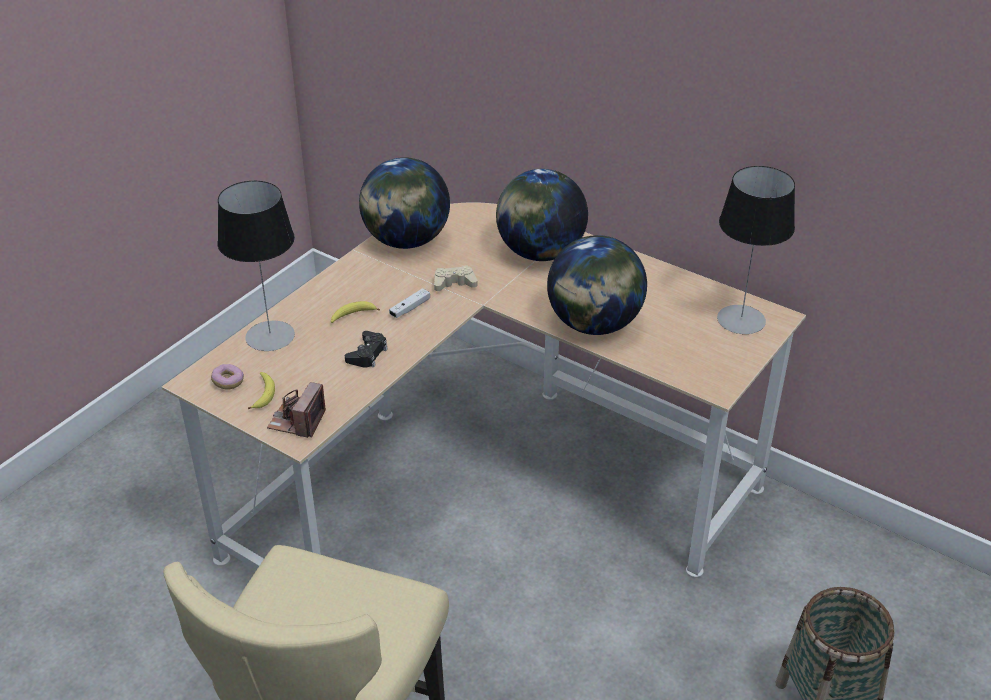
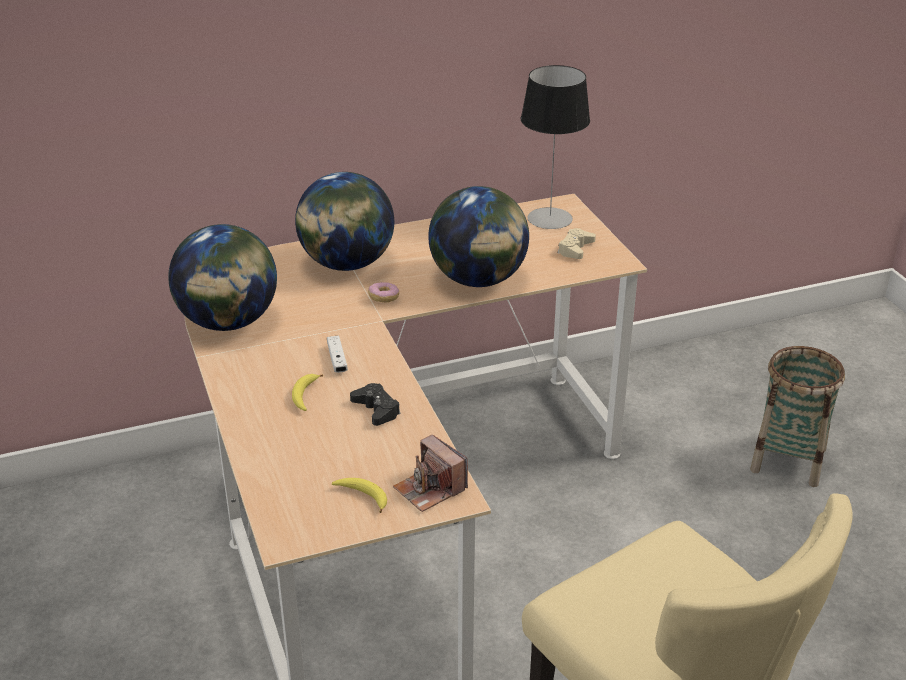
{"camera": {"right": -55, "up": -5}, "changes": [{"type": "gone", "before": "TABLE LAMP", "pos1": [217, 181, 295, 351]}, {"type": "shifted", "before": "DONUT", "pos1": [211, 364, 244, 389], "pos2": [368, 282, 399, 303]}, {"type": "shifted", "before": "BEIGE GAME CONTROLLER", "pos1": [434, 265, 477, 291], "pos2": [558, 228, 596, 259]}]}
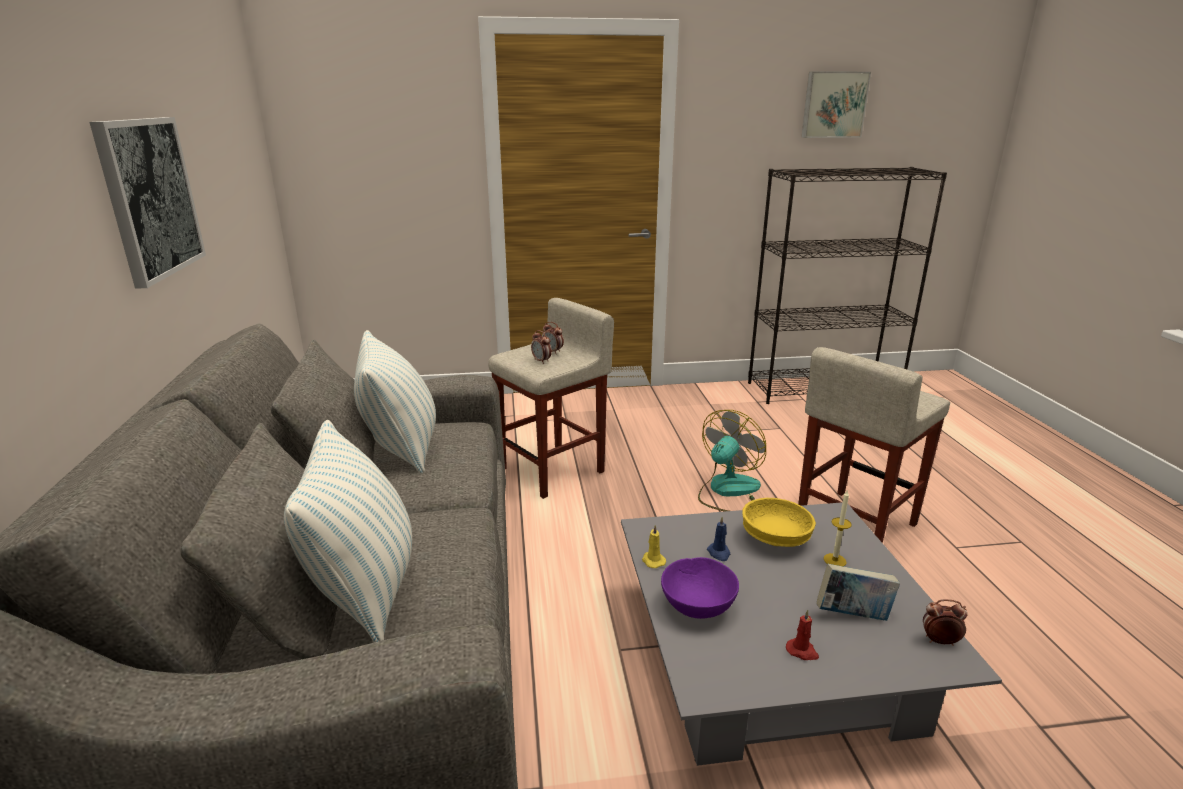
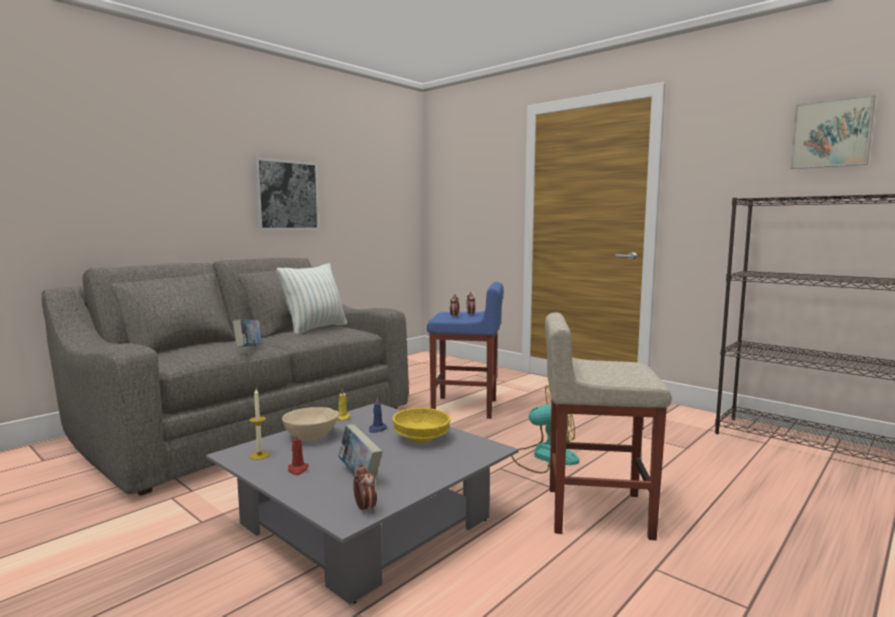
{"camera": {"right": 50, "up": -15}, "changes": [{"type": "gone", "before": "PILLOW", "pos1": [284, 420, 412, 642]}, {"type": "new", "after": "BOOK", "pos2": [233, 319, 262, 347]}, {"type": "shifted", "before": "CANDLE", "pos1": [824, 491, 852, 567], "pos2": [249, 389, 269, 460]}, {"type": "repainted", "before": "BEIGE STOOL", "after": "BLUE STOOL", "pos1": [488, 298, 614, 499], "pos2": [427, 282, 504, 419]}, {"type": "repainted", "before": "PURPLE BOWL", "after": "BEIGE BOWL", "pos1": [661, 557, 739, 619], "pos2": [282, 407, 339, 441]}]}
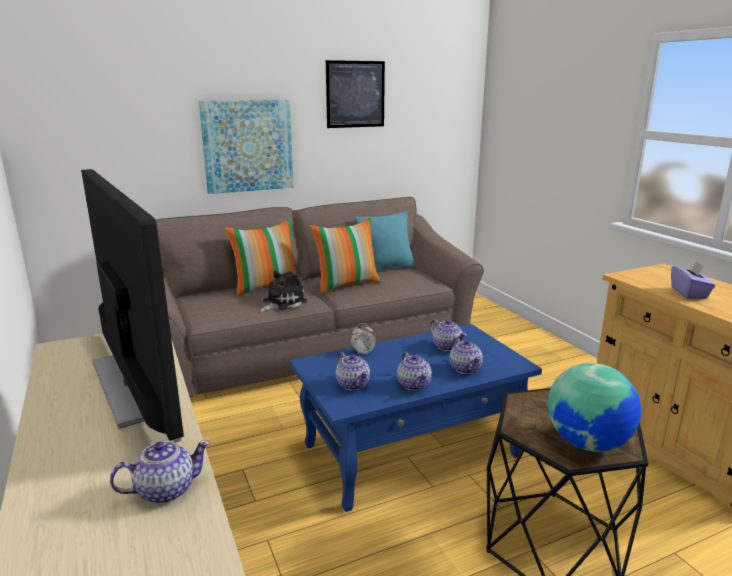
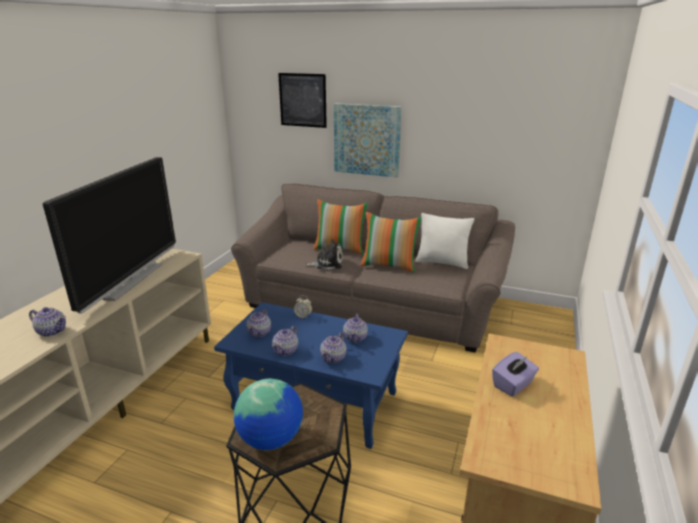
{"camera": {"right": 45, "up": 5}, "changes": [{"type": "shifted", "before": "PICTURE", "pos1": [326, 60, 385, 128], "pos2": [278, 73, 327, 128]}, {"type": "repainted", "before": "TURQUOISE PILLOW", "after": "WHITE PILLOW", "pos1": [355, 211, 416, 271], "pos2": [415, 213, 474, 269]}]}
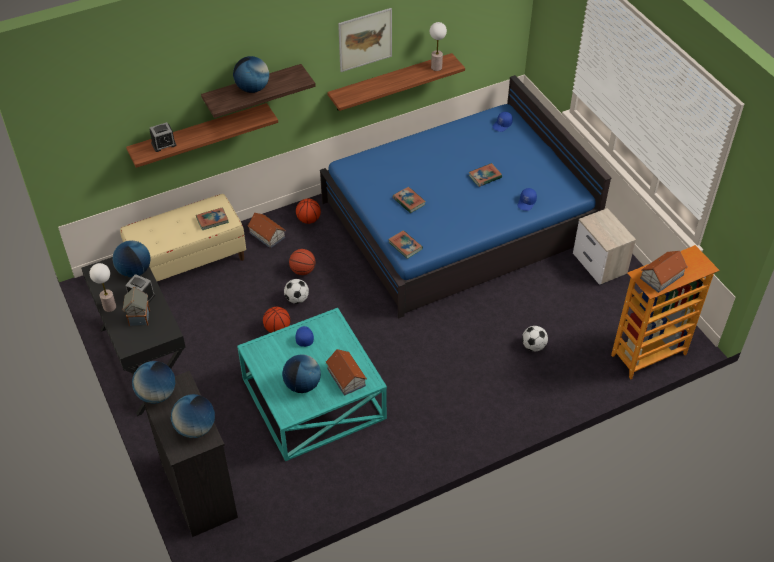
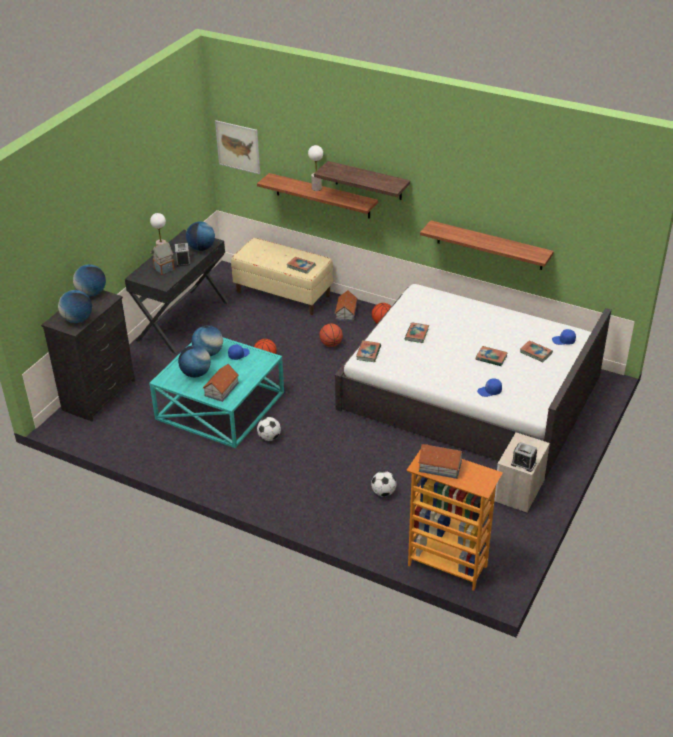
{"camera": {"right": 55, "up": -10}, "changes": [{"type": "new", "after": "BOOK", "pos2": [520, 340, 553, 362]}, {"type": "shifted", "before": "ALARM CLOCK", "pos1": [149, 122, 176, 152], "pos2": [511, 442, 537, 472]}, {"type": "shifted", "before": "GLOBE", "pos1": [233, 56, 269, 93], "pos2": [191, 325, 223, 356]}, {"type": "shifted", "before": "FOOTBALL", "pos1": [284, 279, 309, 304], "pos2": [257, 417, 281, 441]}, {"type": "shifted", "before": "PICTURE", "pos1": [338, 8, 392, 72], "pos2": [215, 120, 260, 175]}, {"type": "shifted", "before": "TABLE LAMP", "pos1": [430, 22, 447, 71], "pos2": [308, 145, 323, 191]}, {"type": "repainted", "before": "BLUE BED", "after": "WHITE BED", "pos1": [320, 75, 611, 319], "pos2": [335, 284, 612, 479]}]}
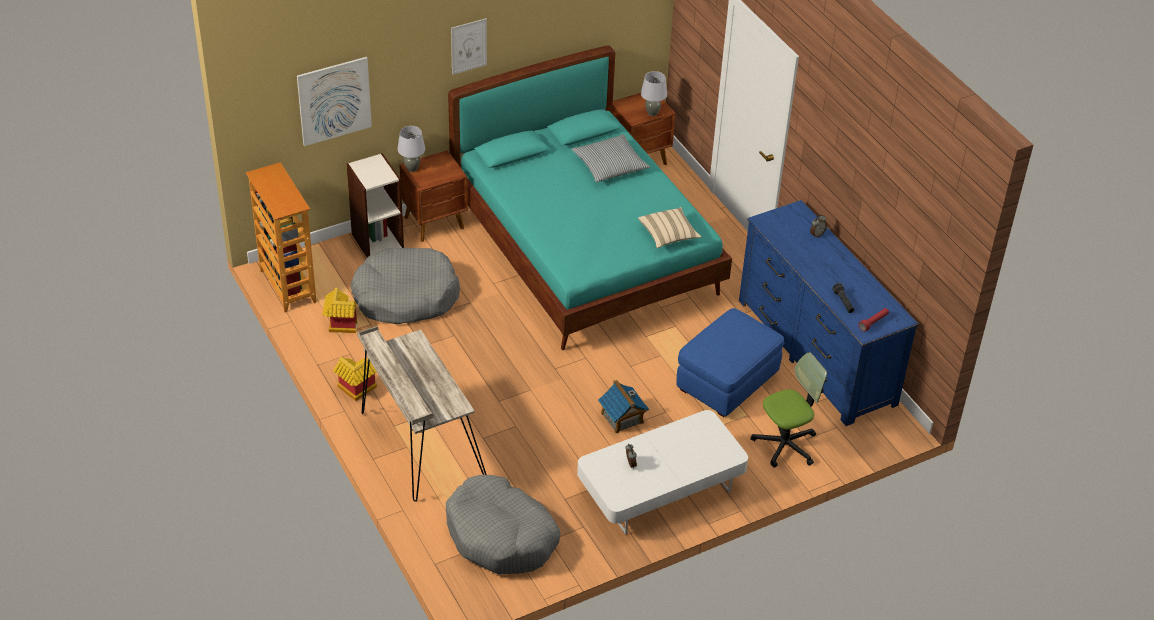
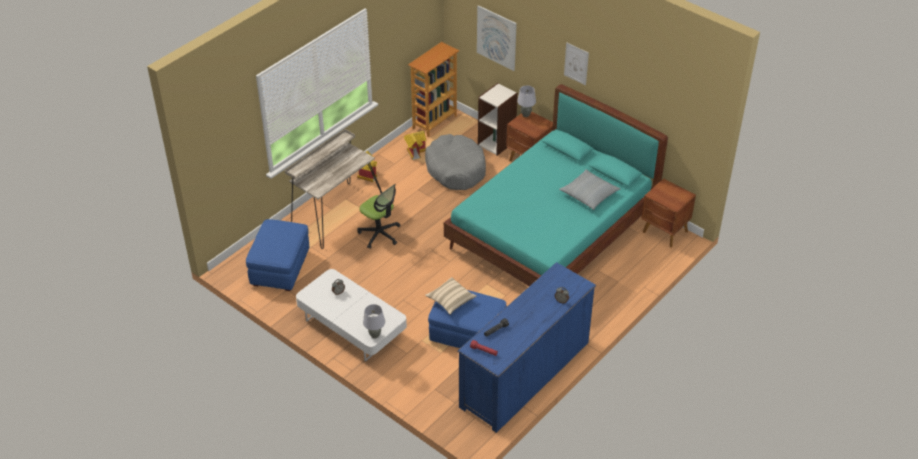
{"camera": {"right": 70, "up": 0}, "changes": [{"type": "gone", "before": "TOY HOUSE", "pos1": [598, 380, 649, 433]}, {"type": "shifted", "before": "BEIGE PILLOW", "pos1": [638, 207, 702, 248], "pos2": [425, 277, 476, 315]}, {"type": "shifted", "before": "GREY TABLE LAMP", "pos1": [641, 71, 667, 116], "pos2": [363, 304, 385, 339]}, {"type": "shifted", "before": "OFFICE CHAIR", "pos1": [751, 352, 827, 468], "pos2": [358, 184, 400, 249]}, {"type": "swapped", "before": "GREY DOG BED", "after": "BLUE OTTOMAN", "pos1": [446, 475, 560, 574], "pos2": [246, 219, 309, 291]}]}
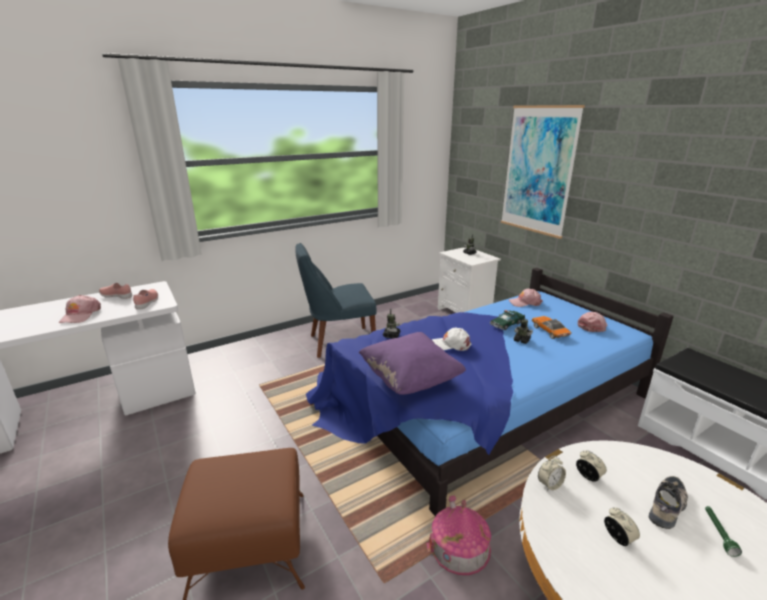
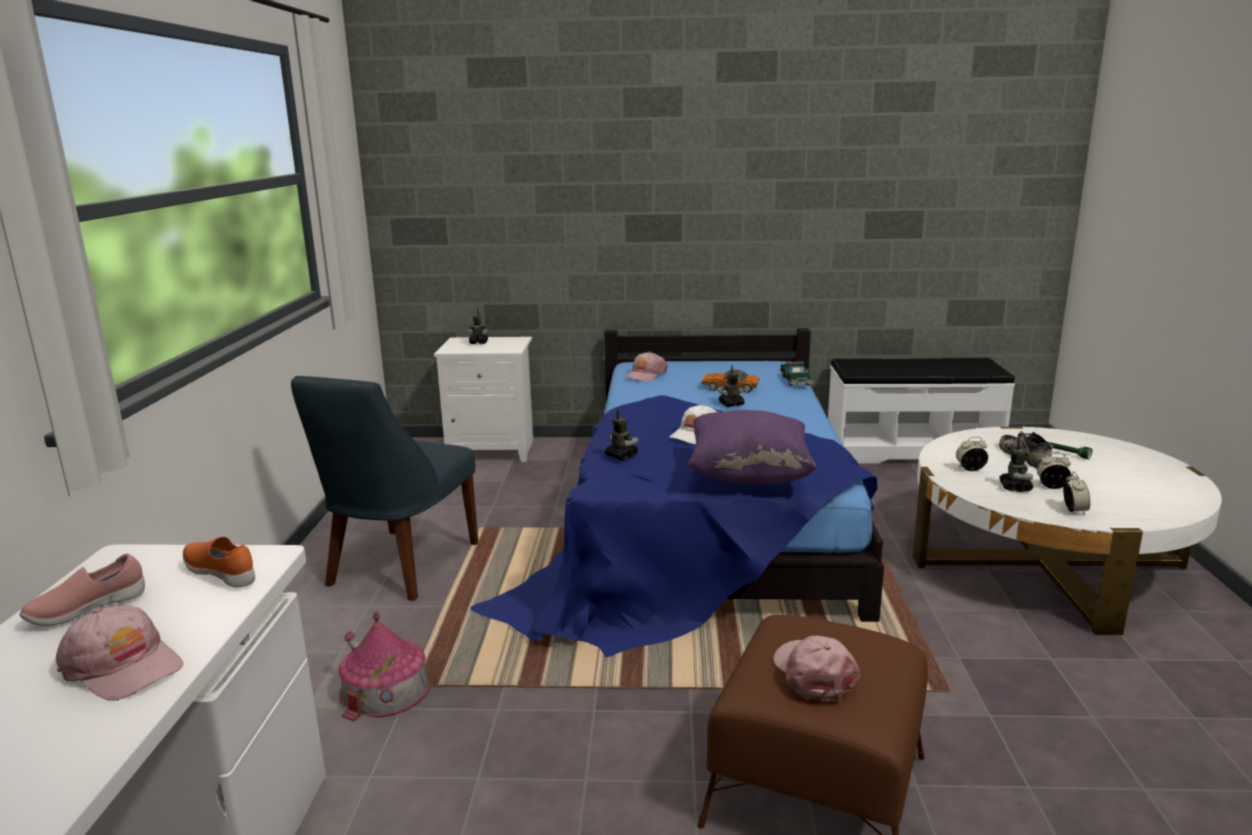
{"camera": {"right": -55, "up": -5}, "changes": [{"type": "gone", "before": "PICTURE", "pos1": [501, 105, 585, 239]}, {"type": "new", "after": "TOY ROBOT", "pos2": [999, 439, 1033, 492]}, {"type": "shifted", "before": "TOY HOUSE", "pos1": [426, 495, 491, 575], "pos2": [338, 611, 430, 721]}, {"type": "shifted", "before": "TOY CAR", "pos1": [490, 310, 526, 330], "pos2": [779, 361, 813, 386]}, {"type": "shifted", "before": "ALARM CLOCK", "pos1": [538, 456, 566, 491], "pos2": [1063, 472, 1091, 515]}, {"type": "shifted", "before": "PINK CAP", "pos1": [578, 312, 607, 332], "pos2": [773, 635, 860, 701]}, {"type": "repainted", "before": "PINK SHOE", "after": "ORANGE SHOE", "pos1": [133, 289, 158, 310], "pos2": [183, 537, 255, 587]}]}
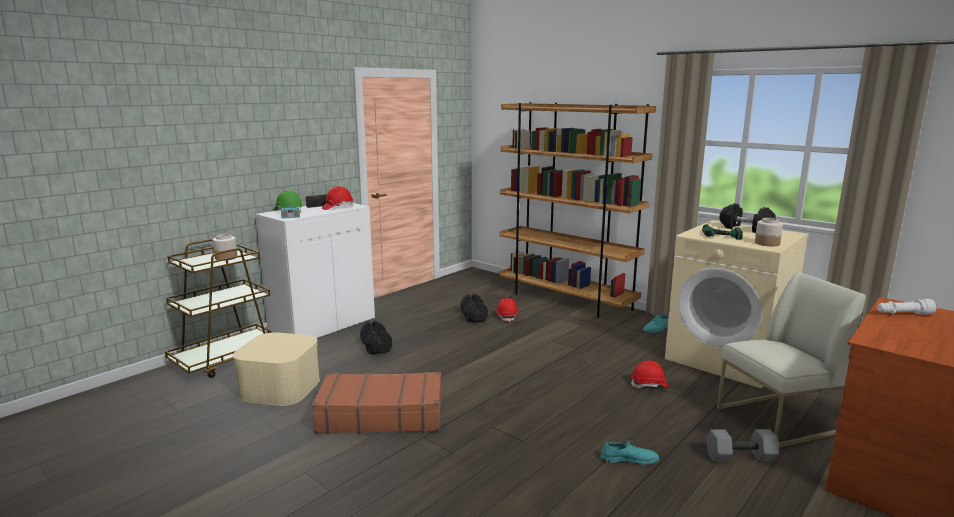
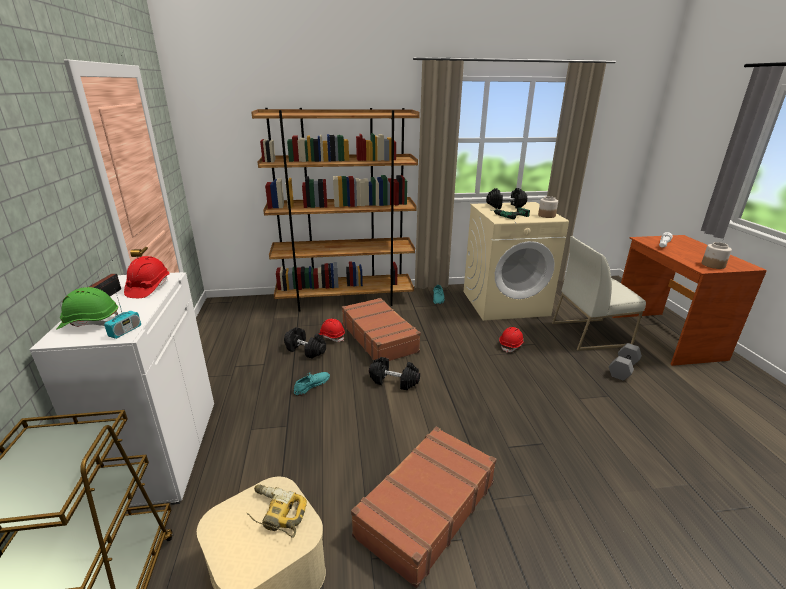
{"camera": {"right": -50, "up": 10}, "changes": [{"type": "new", "after": "POWER DRILL", "pos2": [246, 484, 307, 538]}, {"type": "new", "after": "BROWN SUITCASE", "pos2": [342, 298, 421, 361]}, {"type": "shifted", "before": "JAR", "pos1": [213, 234, 237, 261], "pos2": [702, 242, 732, 269]}, {"type": "shifted", "before": "BLACK DUMBBELL", "pos1": [360, 321, 392, 355], "pos2": [369, 357, 420, 390]}, {"type": "shifted", "before": "TURQUOISE SHOE", "pos1": [600, 440, 659, 465], "pos2": [294, 372, 330, 396]}, {"type": "rotated", "before": "WHITE CHAIR", "pos1": [717, 272, 866, 448], "pos2": [552, 236, 646, 351], "turn": -120}]}
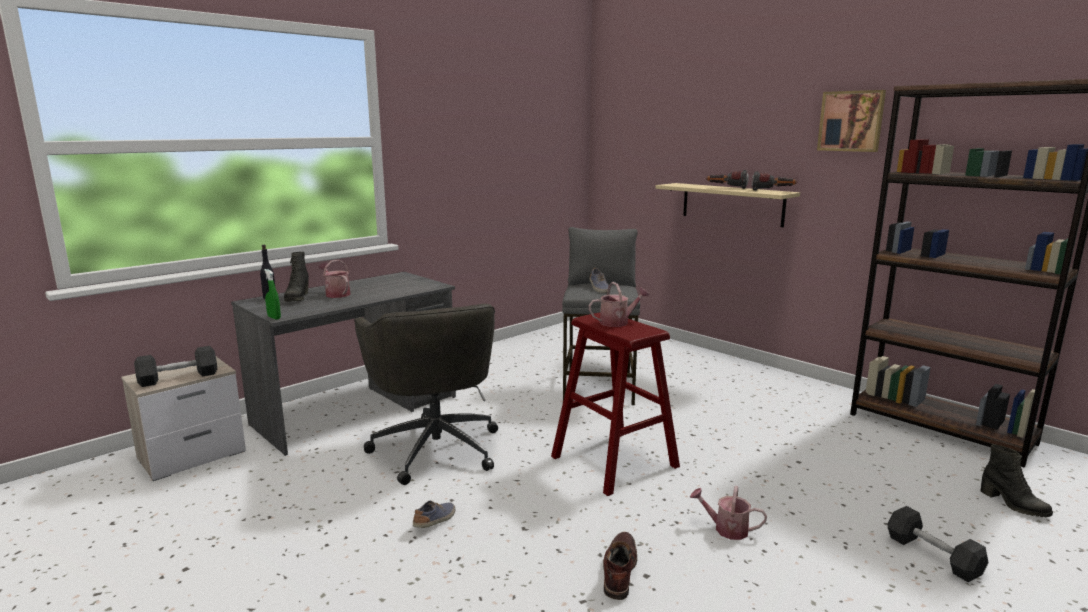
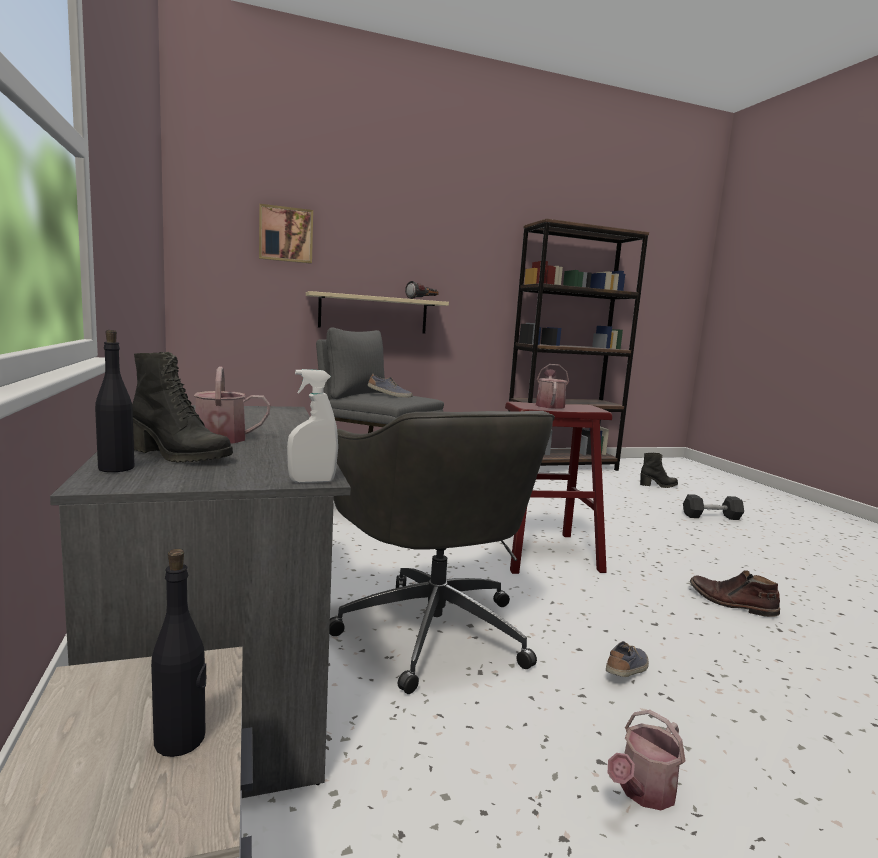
{"camera": {"right": -65, "up": -5}, "changes": [{"type": "gone", "before": "FLASHLIGHT", "pos1": [707, 170, 749, 189]}, {"type": "shifted", "before": "WATERING CAN", "pos1": [690, 486, 767, 540], "pos2": [608, 710, 686, 810]}, {"type": "shifted", "before": "PICTURE", "pos1": [817, 90, 886, 152], "pos2": [259, 204, 313, 264]}, {"type": "swapped", "before": "GREY DUMBBELL", "after": "BLACK BOTTLE", "pos1": [134, 346, 217, 387], "pos2": [151, 549, 206, 757]}, {"type": "repainted", "before": "GREEN SPRAY BOTTLE", "after": "WHITE SPRAY BOTTLE", "pos1": [264, 269, 281, 320], "pos2": [287, 369, 338, 483]}, {"type": "rotated", "before": "GREY OFFICE CHAIR", "pos1": [354, 304, 498, 485], "pos2": [329, 411, 555, 694], "turn": 60}, {"type": "rotated", "before": "SHOE", "pos1": [413, 501, 455, 528], "pos2": [606, 641, 649, 677], "turn": 75}]}
